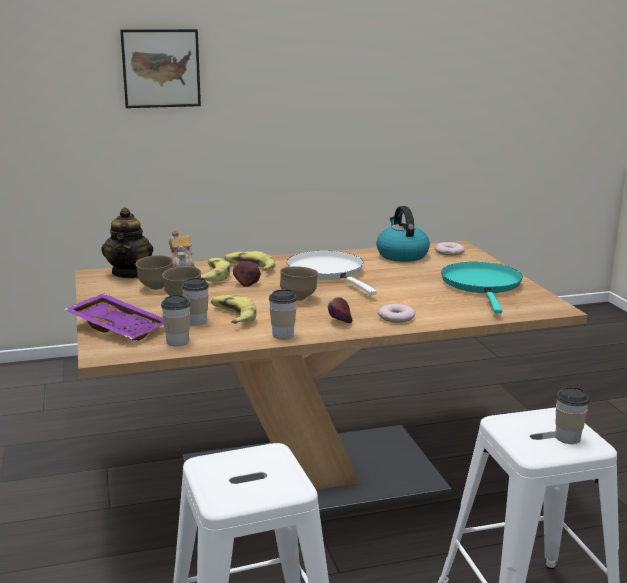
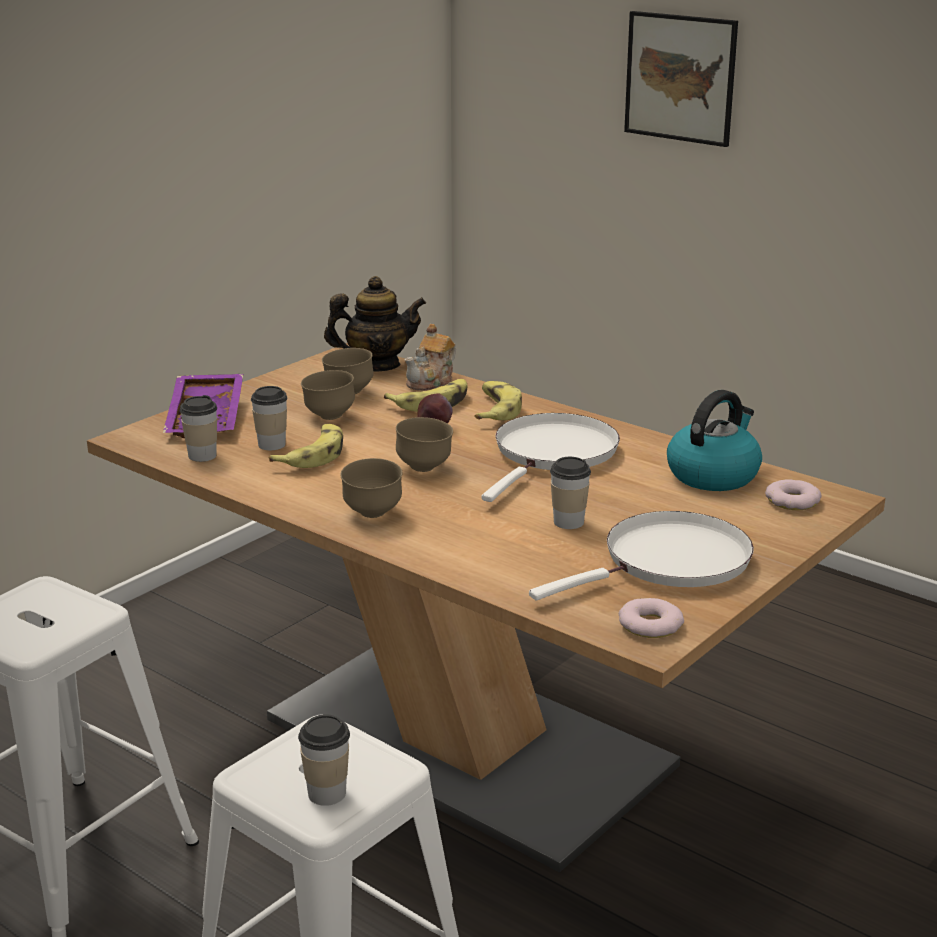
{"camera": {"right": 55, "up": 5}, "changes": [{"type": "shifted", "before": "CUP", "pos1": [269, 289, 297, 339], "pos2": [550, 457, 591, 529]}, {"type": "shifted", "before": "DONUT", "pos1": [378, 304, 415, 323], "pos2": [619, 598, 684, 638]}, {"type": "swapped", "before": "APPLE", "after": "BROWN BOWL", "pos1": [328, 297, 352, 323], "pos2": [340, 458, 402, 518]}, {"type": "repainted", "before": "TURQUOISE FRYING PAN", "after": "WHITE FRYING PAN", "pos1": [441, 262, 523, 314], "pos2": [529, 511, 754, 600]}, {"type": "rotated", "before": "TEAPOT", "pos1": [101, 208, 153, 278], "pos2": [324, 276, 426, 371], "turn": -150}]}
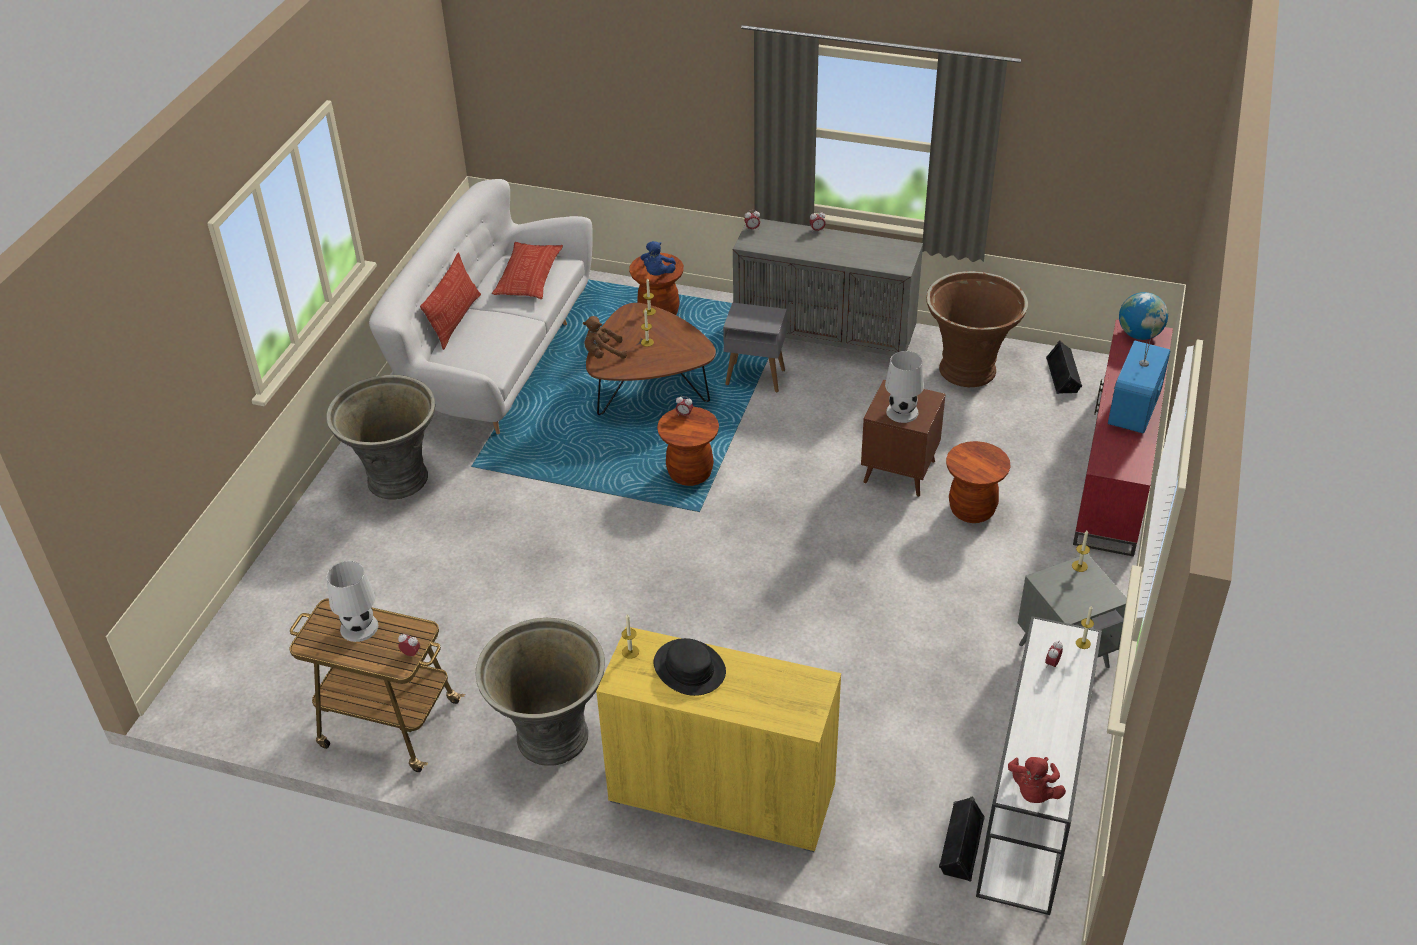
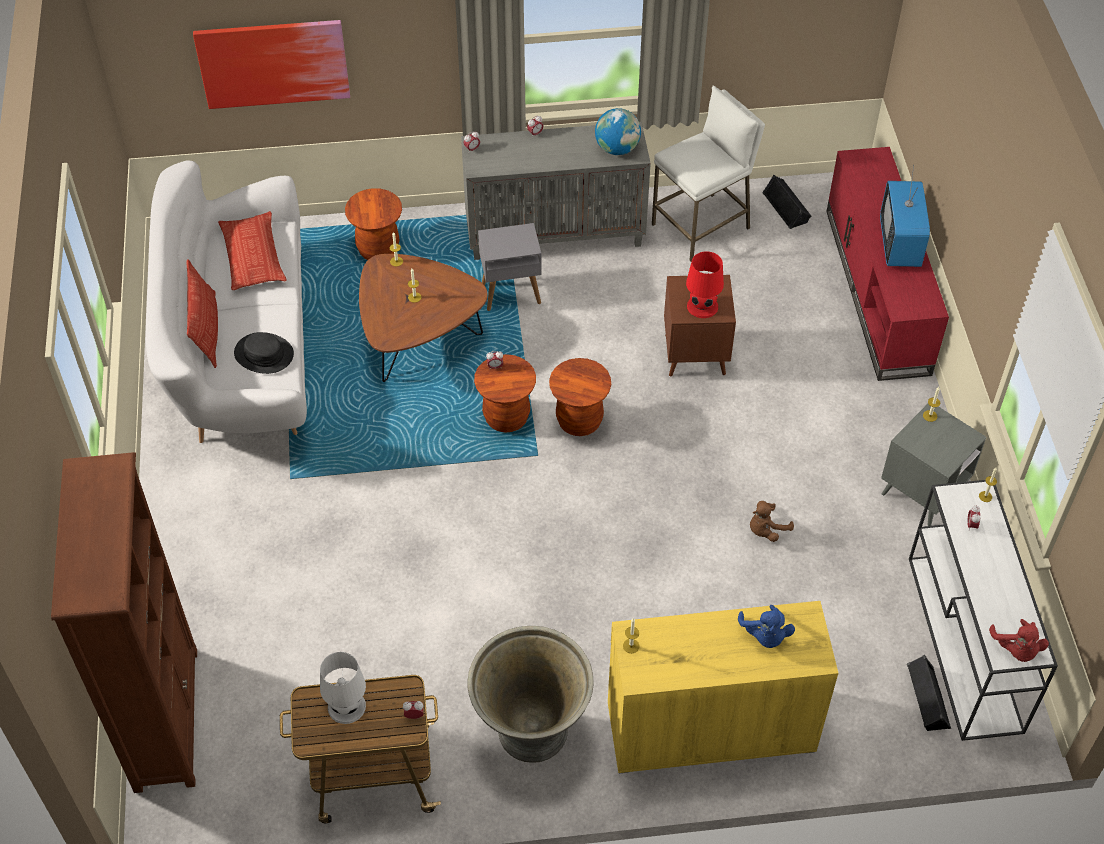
{"camera": {"right": -25, "up": 10}, "changes": [{"type": "gone", "before": "GREY PLANTER", "pos1": [326, 375, 435, 500]}, {"type": "new", "after": "BROWN BOOKCASE", "pos2": [51, 452, 197, 793]}, {"type": "new", "after": "PICTURE", "pos2": [193, 20, 350, 109]}, {"type": "shifted", "before": "BROWN PLUSH TOY", "pos1": [583, 316, 627, 359], "pos2": [750, 501, 794, 542]}, {"type": "shifted", "before": "BLUE PLUSH TOY", "pos1": [641, 241, 676, 276], "pos2": [738, 605, 795, 648]}, {"type": "shifted", "before": "BLACK HAT", "pos1": [654, 638, 726, 696], "pos2": [234, 332, 294, 374]}, {"type": "shifted", "before": "BROWN STOOL", "pos1": [946, 441, 1011, 523], "pos2": [549, 358, 611, 436]}, {"type": "shifted", "before": "GLOBE", "pos1": [1119, 292, 1168, 340], "pos2": [595, 108, 641, 155]}, {"type": "swapped", "before": "BROWN PLANTER", "after": "WHITE STOOL", "pos1": [926, 271, 1028, 387], "pos2": [652, 86, 765, 262]}, {"type": "repainted", "before": "WHITE TABLE LAMP", "after": "RED TABLE LAMP", "pos1": [885, 351, 924, 423], "pos2": [686, 251, 724, 318]}]}
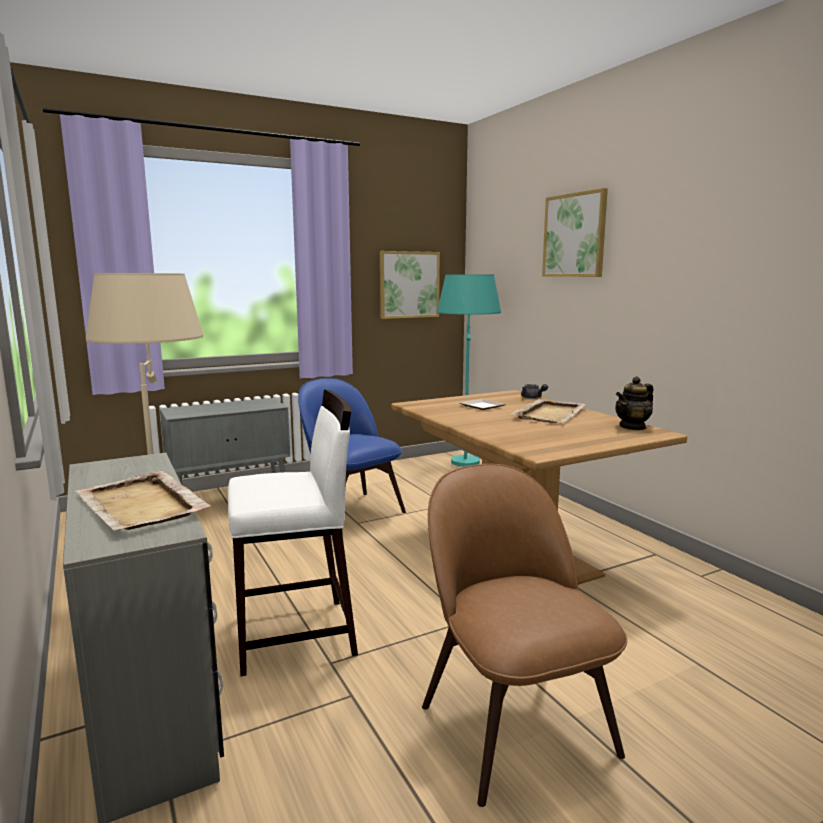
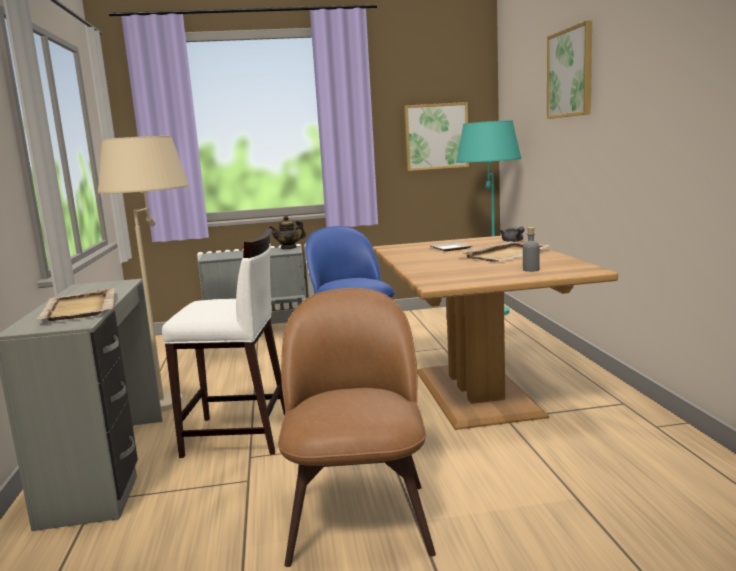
{"camera": {"right": 20, "up": 0}, "changes": [{"type": "new", "after": "GREY BOTTLE", "pos2": [523, 227, 540, 272]}, {"type": "shifted", "before": "TEAPOT", "pos1": [615, 376, 653, 430], "pos2": [269, 216, 306, 250]}]}
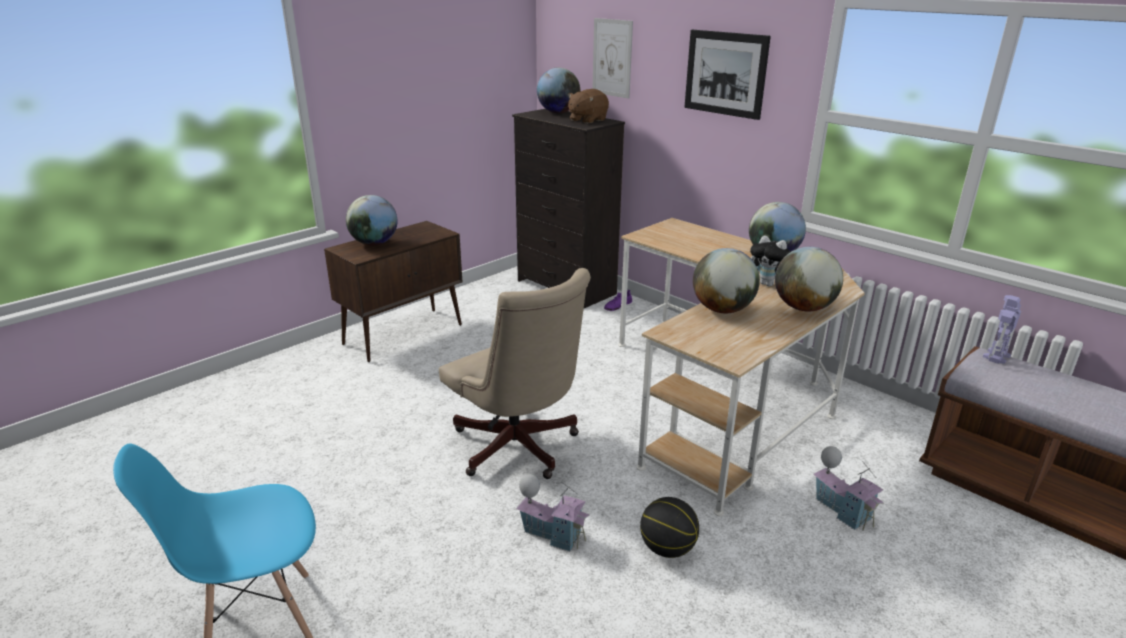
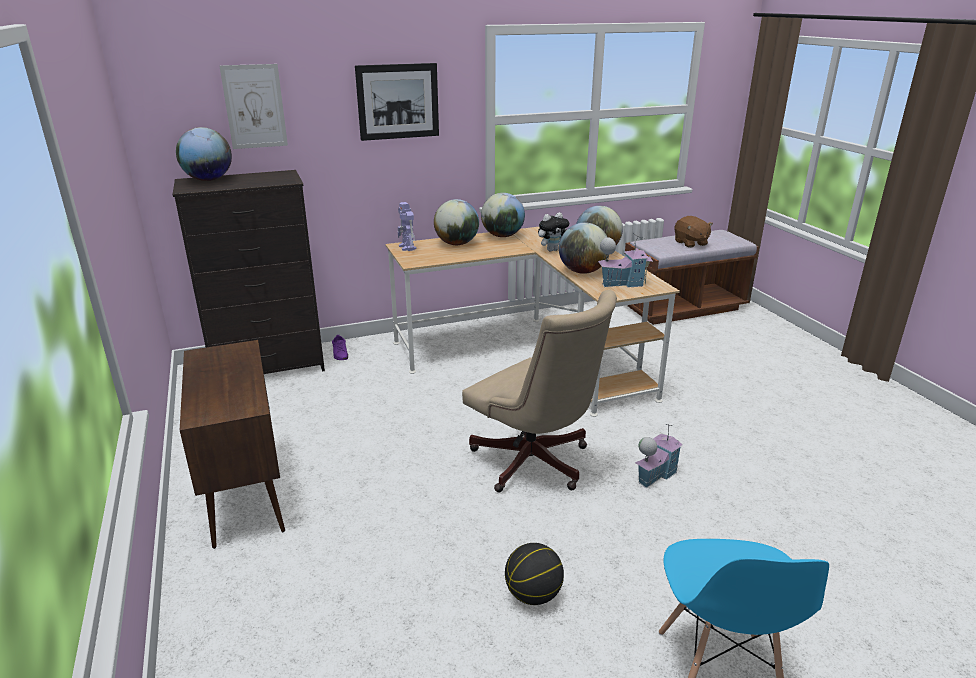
{"camera": {"right": -65, "up": 0}, "changes": [{"type": "shifted", "before": "GLOBE", "pos1": [346, 195, 398, 245], "pos2": [434, 199, 479, 245]}, {"type": "shifted", "before": "BROWN PLUSH TOY", "pos1": [568, 89, 609, 124], "pos2": [674, 216, 713, 248]}, {"type": "shifted", "before": "BASKETBALL", "pos1": [640, 497, 699, 558], "pos2": [505, 543, 564, 605]}, {"type": "shifted", "before": "TOY HOUSE", "pos1": [813, 446, 884, 531], "pos2": [598, 233, 653, 288]}, {"type": "shifted", "before": "TOY ROBOT", "pos1": [983, 295, 1021, 364], "pos2": [398, 202, 417, 251]}, {"type": "rotated", "before": "BEIGE OFFICE CHAIR", "pos1": [439, 268, 591, 479], "pos2": [462, 290, 617, 492], "turn": 60}]}
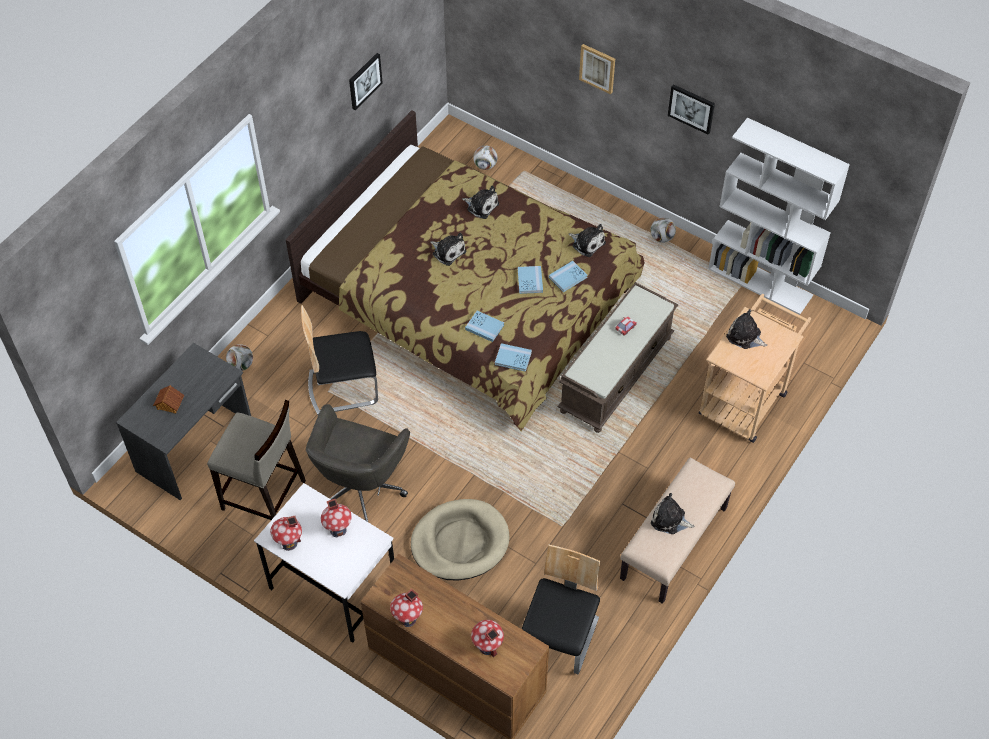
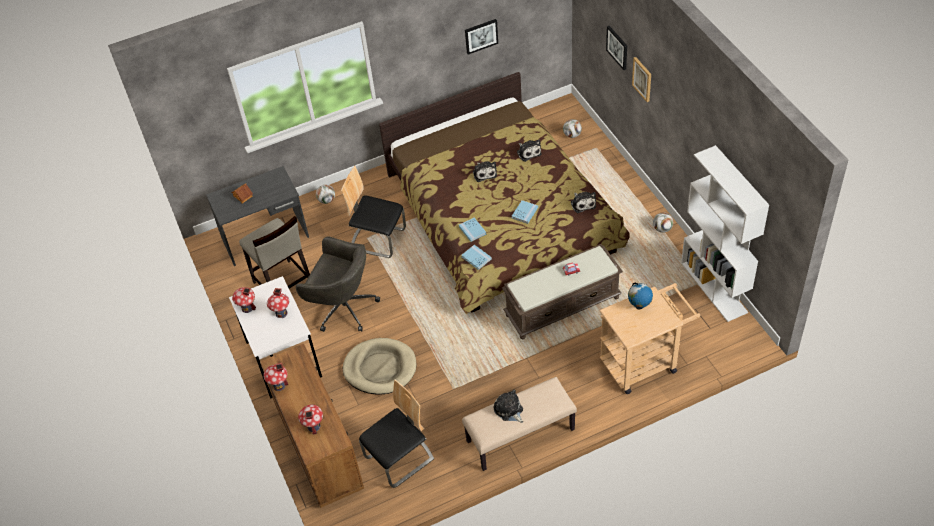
{"camera": {"right": 35, "up": -5}, "changes": [{"type": "gone", "before": "BLUE BOOK", "pos1": [549, 261, 588, 292]}, {"type": "shifted", "before": "PICTURE", "pos1": [668, 84, 715, 134], "pos2": [606, 26, 627, 70]}, {"type": "swapped", "before": "PLUSH TOY", "after": "GLOBE", "pos1": [726, 309, 768, 349], "pos2": [628, 283, 653, 310]}, {"type": "rotated", "before": "GREY OFFICE CHAIR", "pos1": [306, 404, 410, 522], "pos2": [296, 237, 380, 332], "turn": -120}]}
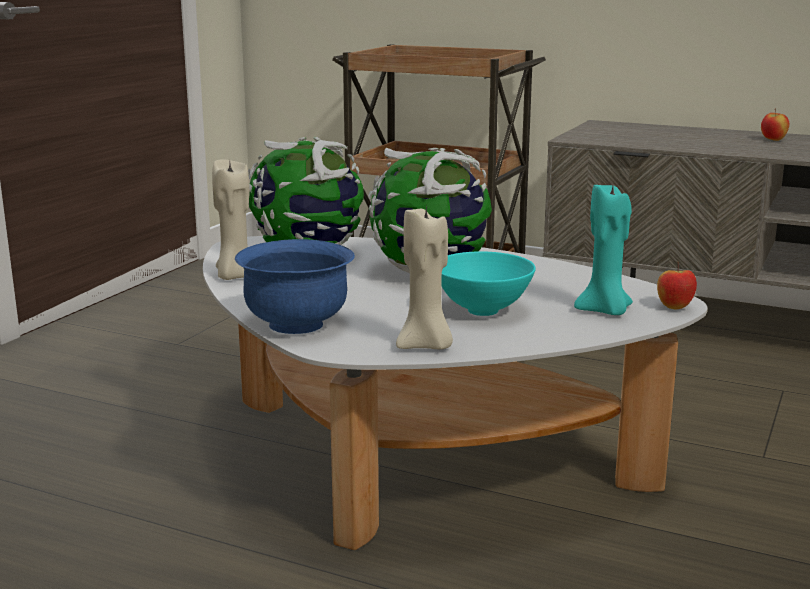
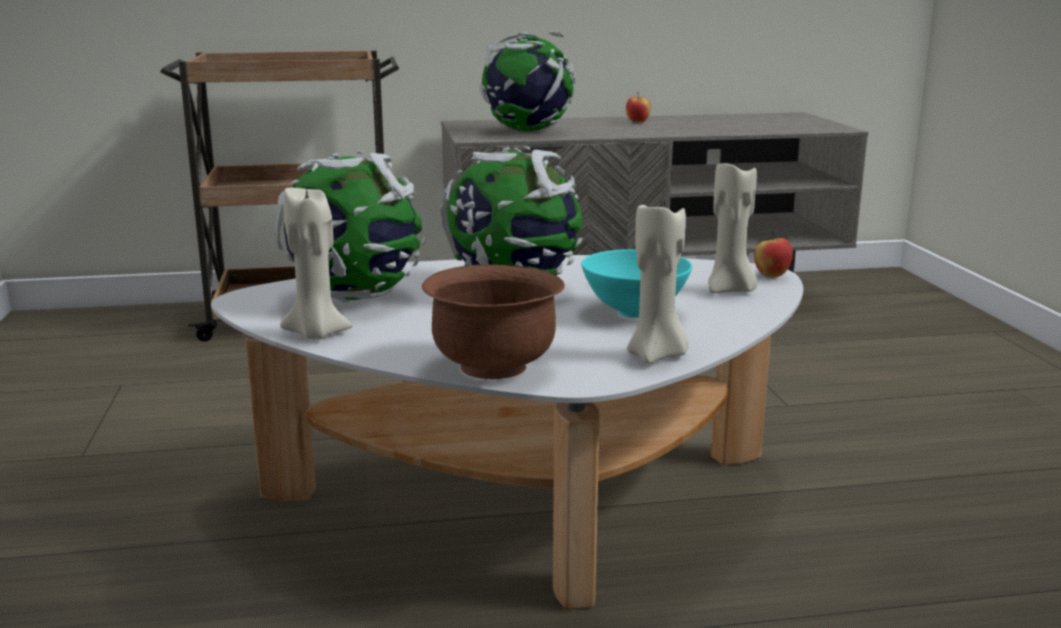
{"camera": {"right": -35, "up": 0}, "changes": [{"type": "new", "after": "GLOBE", "pos2": [479, 31, 576, 132]}, {"type": "repainted", "before": "BLUE BOWL", "after": "BROWN BOWL", "pos1": [235, 239, 355, 334], "pos2": [422, 264, 565, 379]}, {"type": "repainted", "before": "TURQUOISE CANDLE", "after": "BEIGE CANDLE", "pos1": [574, 185, 633, 315], "pos2": [708, 162, 757, 293]}]}
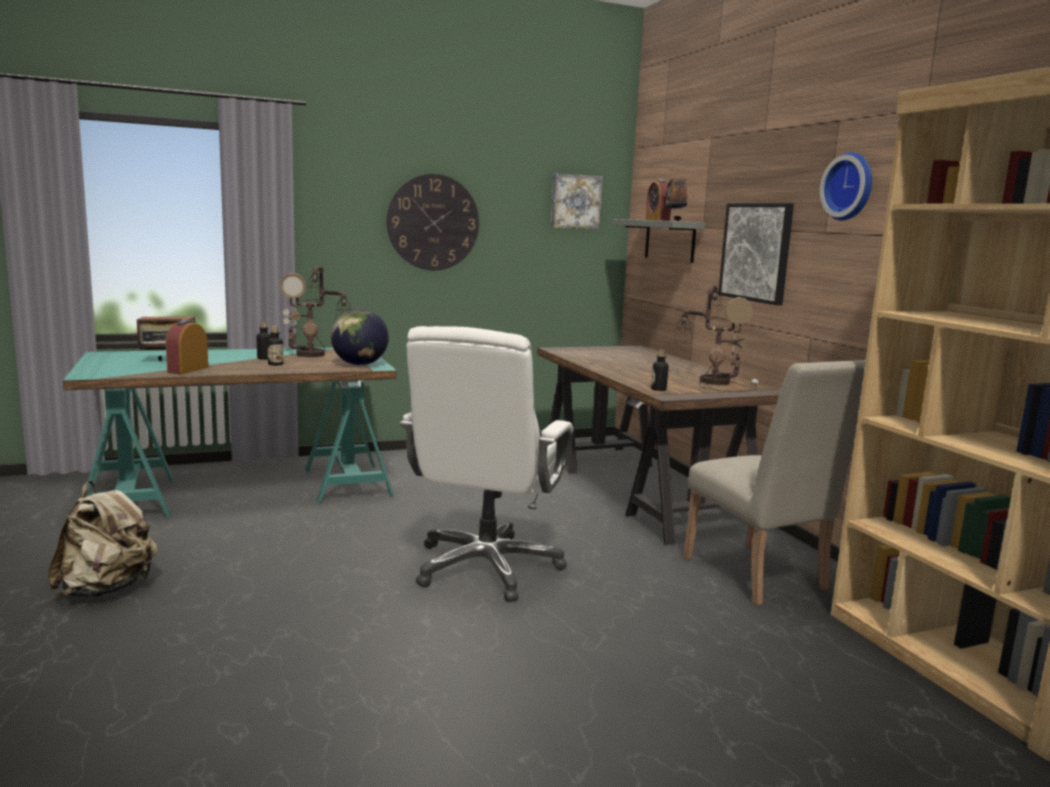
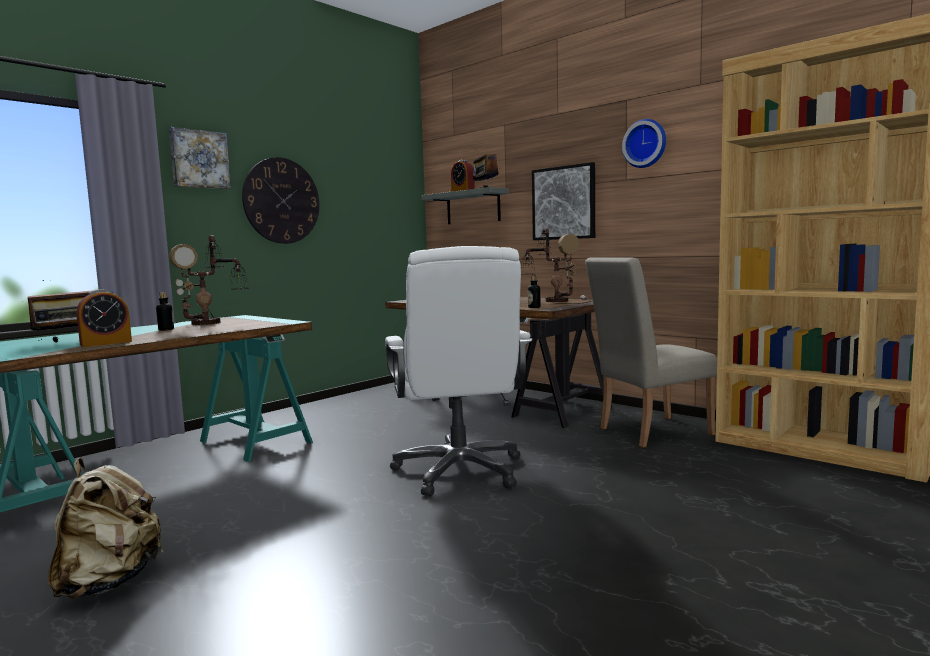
{"camera": {"right": -25, "up": -5}, "changes": [{"type": "gone", "before": "BOTTLE", "pos1": [267, 326, 283, 366]}, {"type": "gone", "before": "GLOBE", "pos1": [331, 308, 389, 365]}, {"type": "shifted", "before": "PICTURE", "pos1": [551, 173, 603, 230], "pos2": [169, 127, 231, 189]}, {"type": "rotated", "before": "ALARM CLOCK", "pos1": [166, 320, 208, 374], "pos2": [77, 289, 132, 347], "turn": -120}, {"type": "rotated", "before": "BEIGE CHAIR", "pos1": [683, 360, 866, 605], "pos2": [585, 257, 717, 448], "turn": 120}]}
